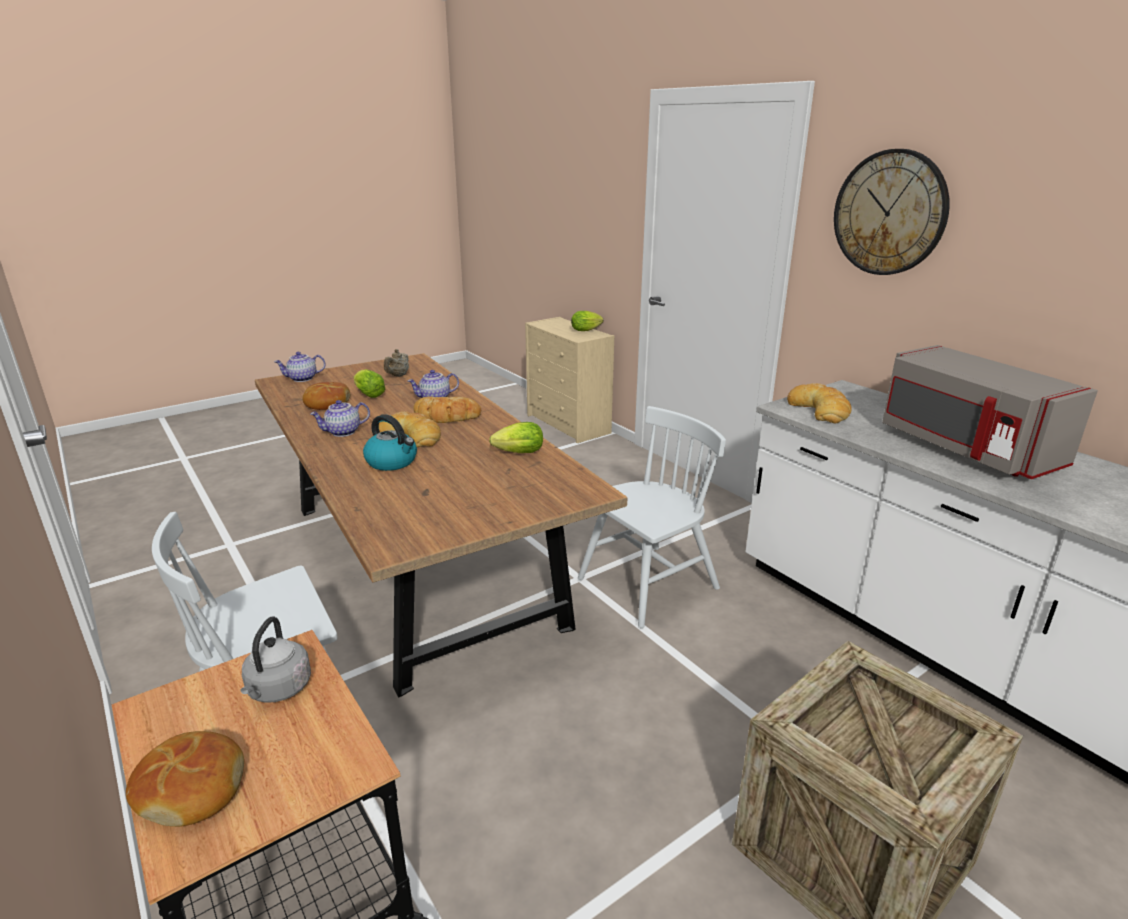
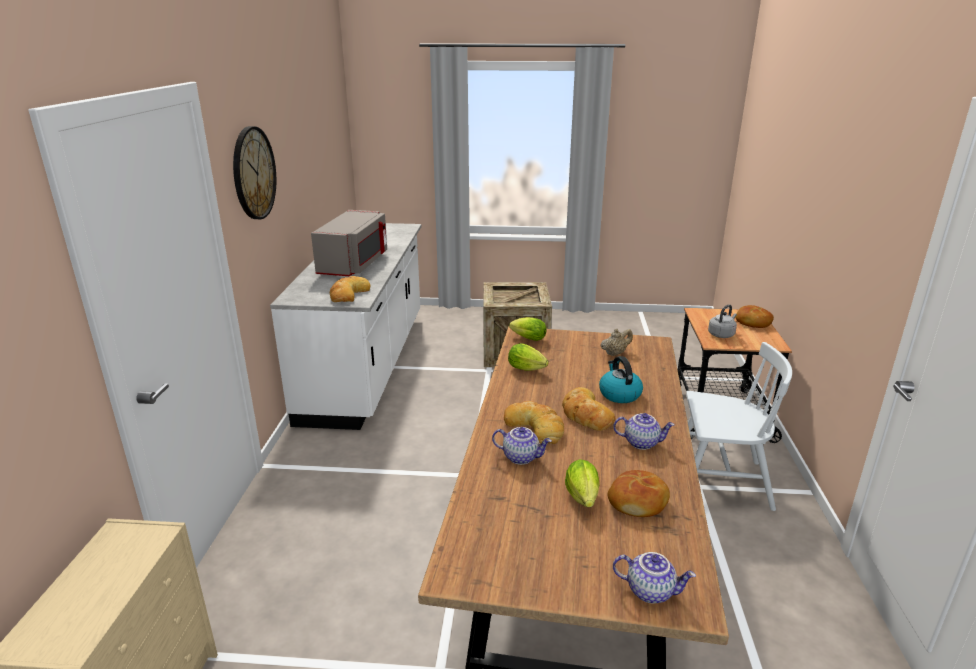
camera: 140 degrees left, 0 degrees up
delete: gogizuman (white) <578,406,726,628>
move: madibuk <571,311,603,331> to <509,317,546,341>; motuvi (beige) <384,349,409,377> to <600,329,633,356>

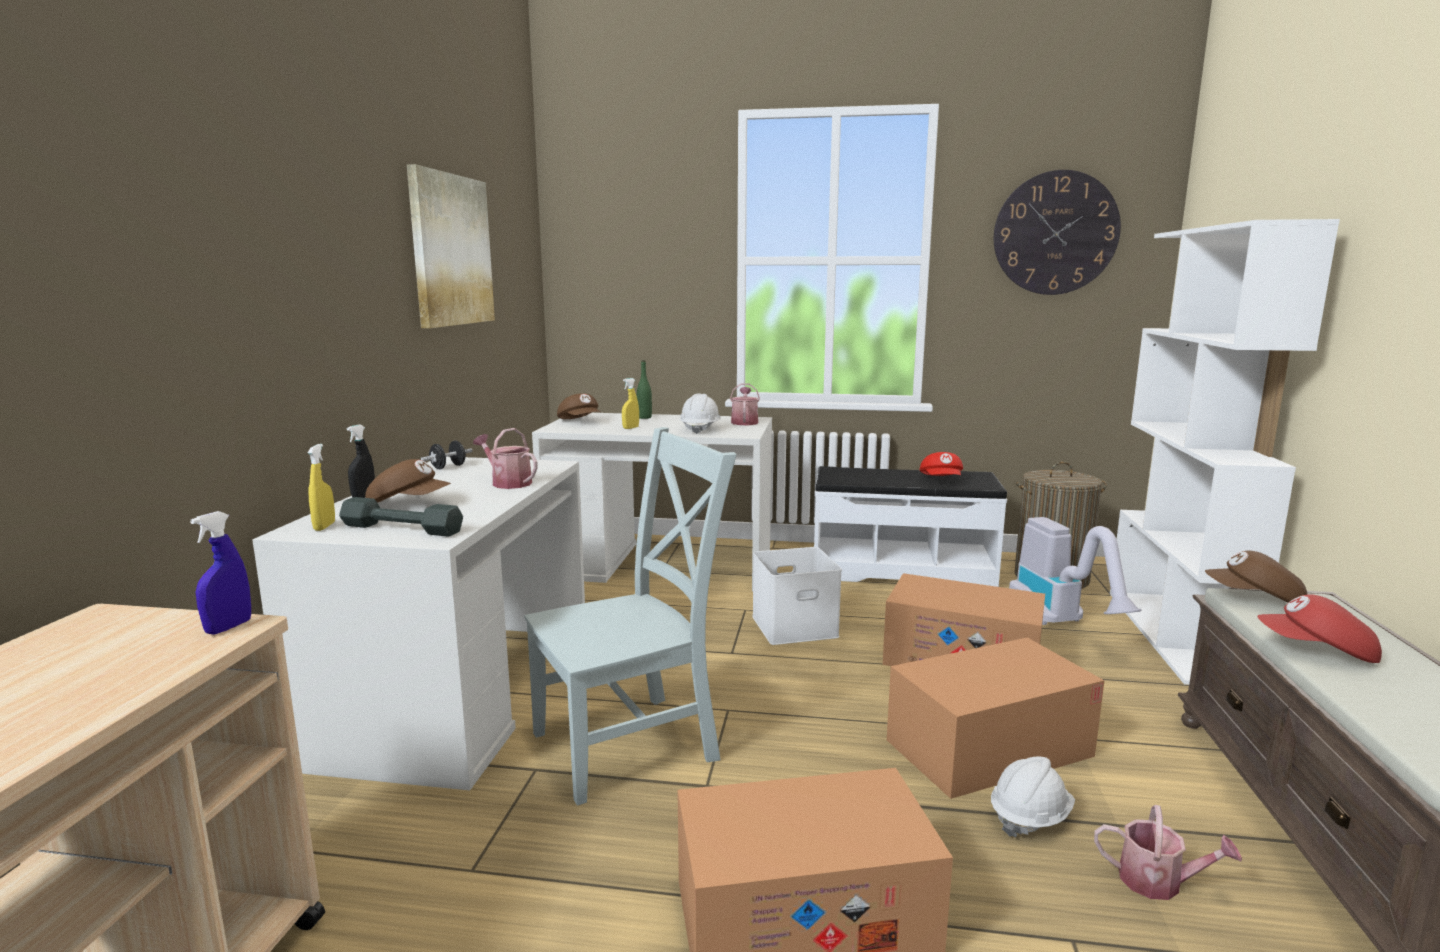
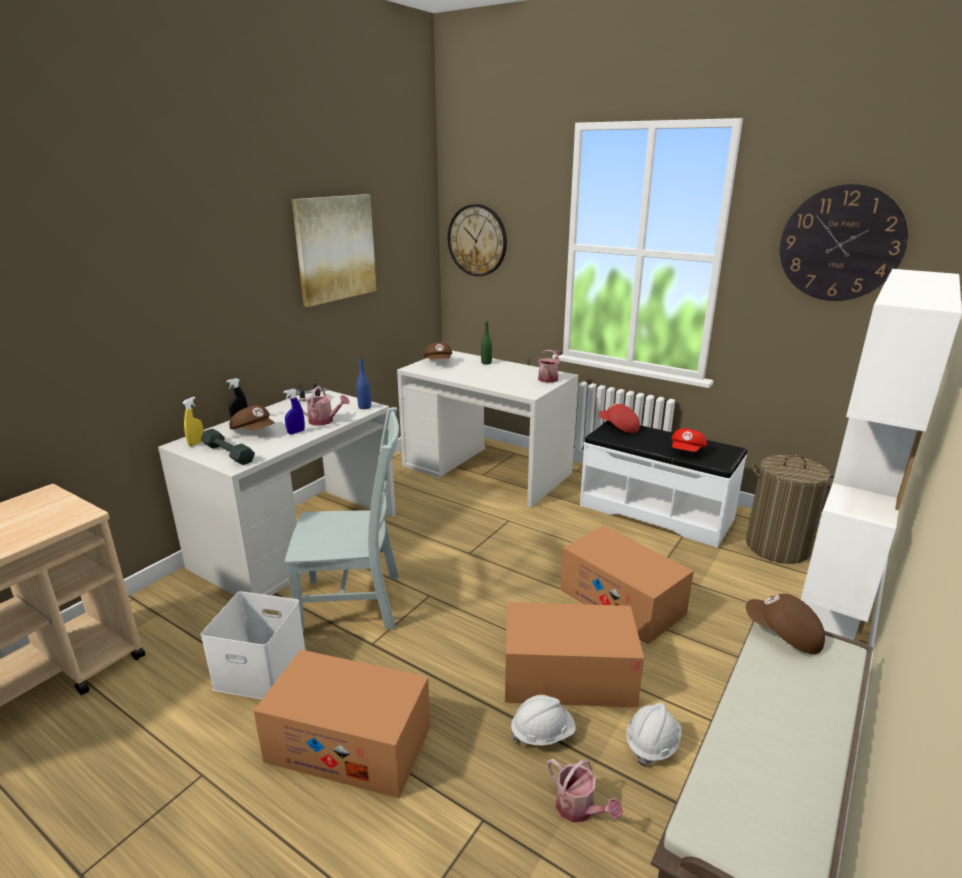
camera: 25 degrees right, 10 degrees up
delete: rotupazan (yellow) <622,378,639,429>; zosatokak <1009,517,1142,625>
insert: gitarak <448,204,507,276>; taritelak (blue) <356,358,371,409>
move: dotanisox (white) <680,393,721,434> to <626,703,681,767>; rotupazan (blue) <190,511,251,635> to <284,389,305,434>; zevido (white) <752,547,842,645> to <201,591,306,699>; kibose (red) <1257,594,1382,663> to <599,404,640,433>
rotate: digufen <473,428,538,489> = <298,386,350,426> 135 degrees clockwise

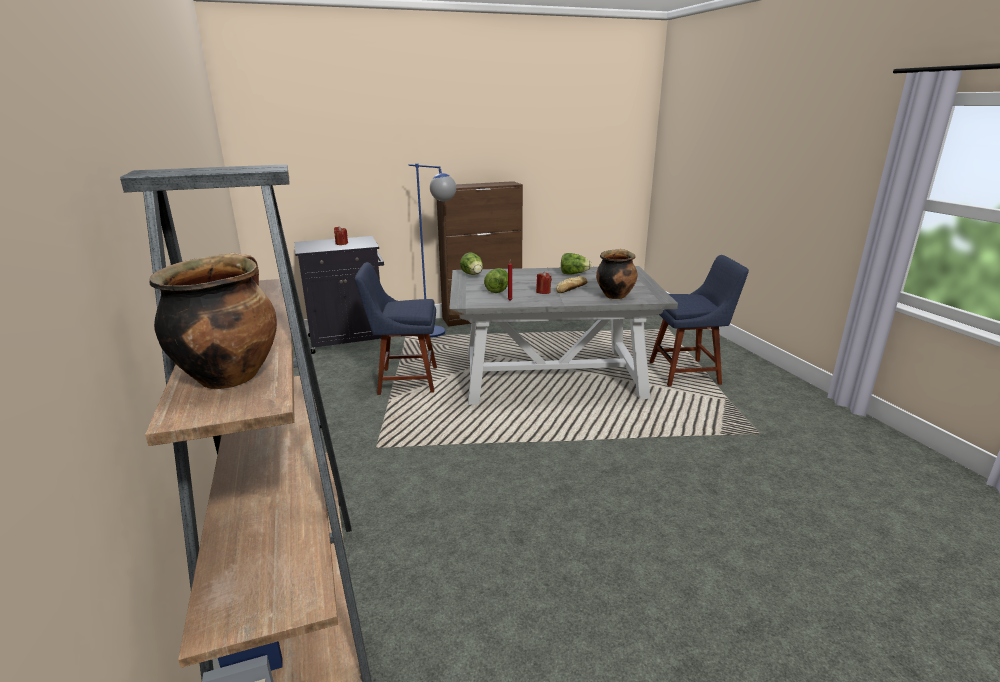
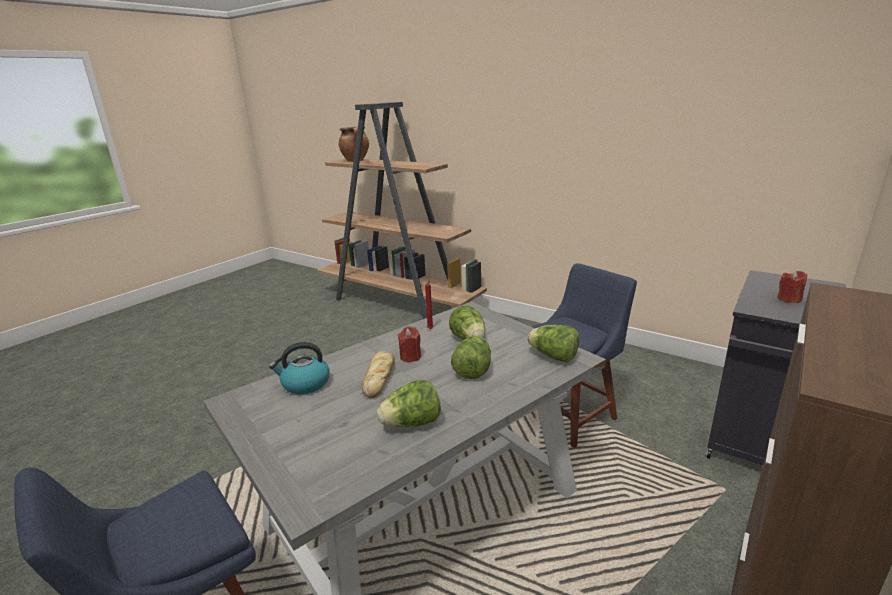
camera: 145 degrees right, 0 degrees up
delete: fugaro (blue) <409,163,456,338>
insert: madibuk <451,336,491,379>
replace: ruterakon <596,249,638,299> to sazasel <269,342,330,394>

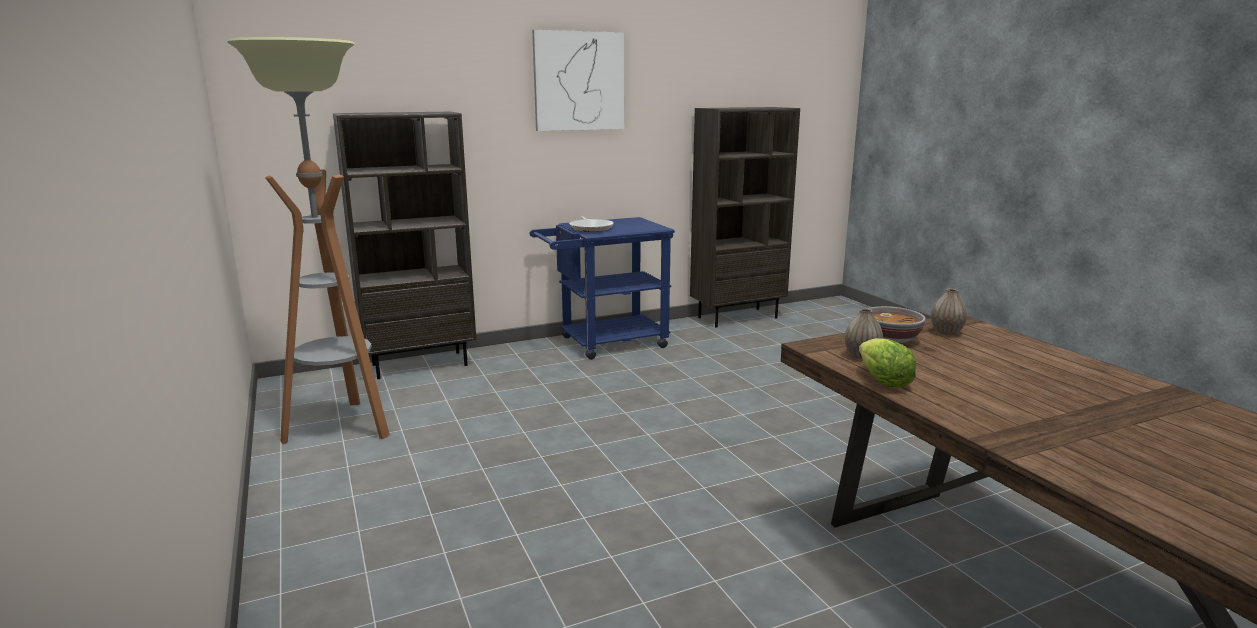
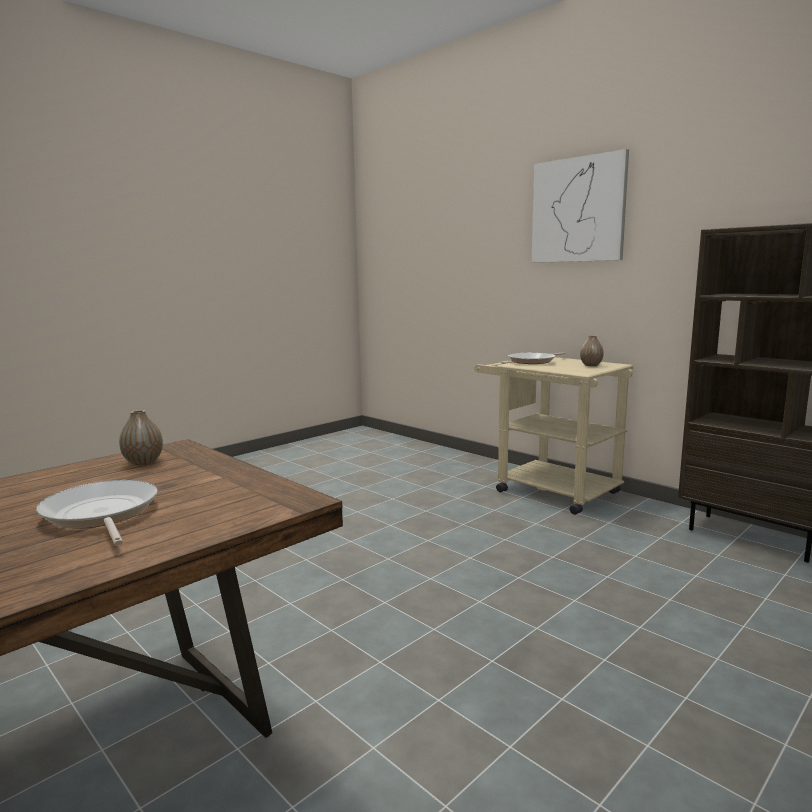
camera: 70 degrees right, 5 degrees down
delete: fugaro <227,37,390,444>; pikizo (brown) <333,112,476,379>; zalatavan <867,306,926,343>; madibuk <859,338,916,388>
insert: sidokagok <36,480,158,546>
move: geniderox <931,289,967,335> to <580,336,604,366>
recolor: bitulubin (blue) <530,217,675,360> to bitulubin (beige) <474,357,633,515>

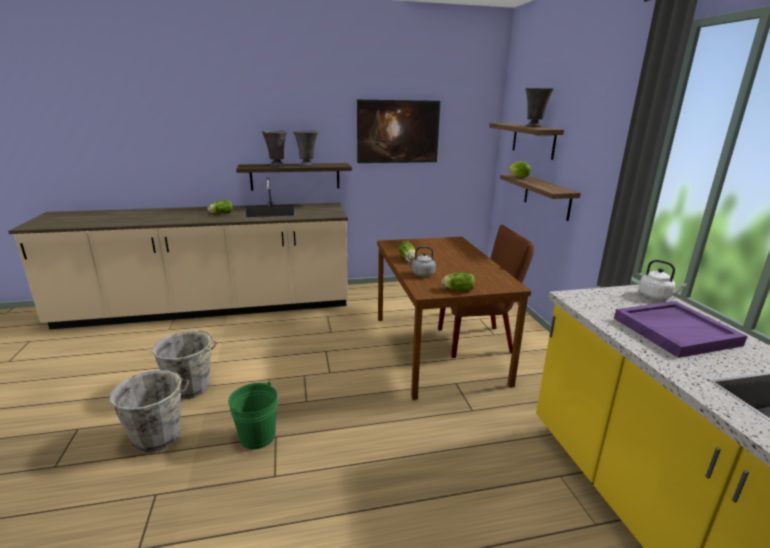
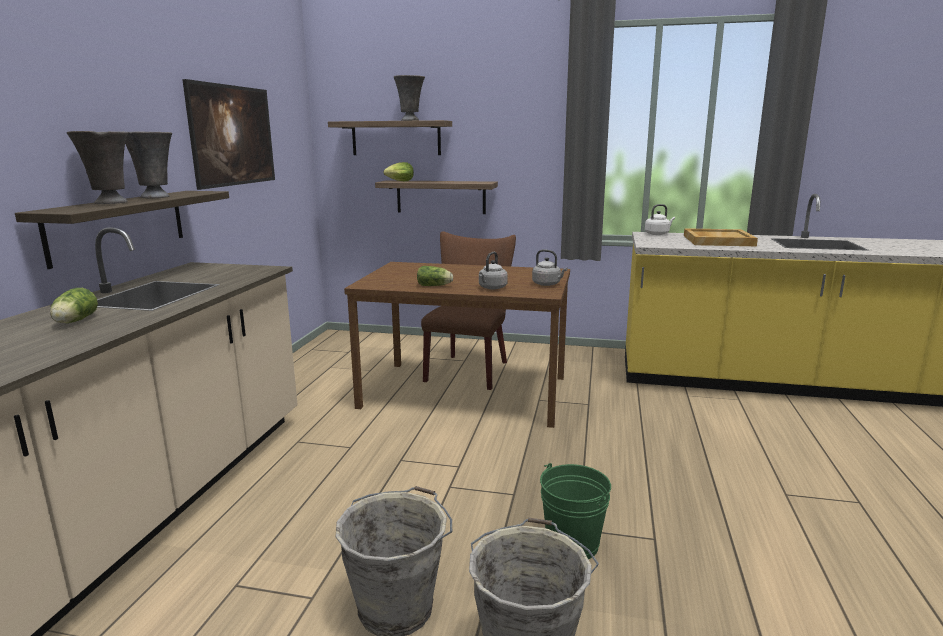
camera: 65 degrees left, 5 degrees down
replace: madibuk <442,273,475,291> to sazasel (grey) <532,249,567,286>
recolor: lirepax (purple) <614,301,747,358> to lirepax (beige) <684,228,758,246>

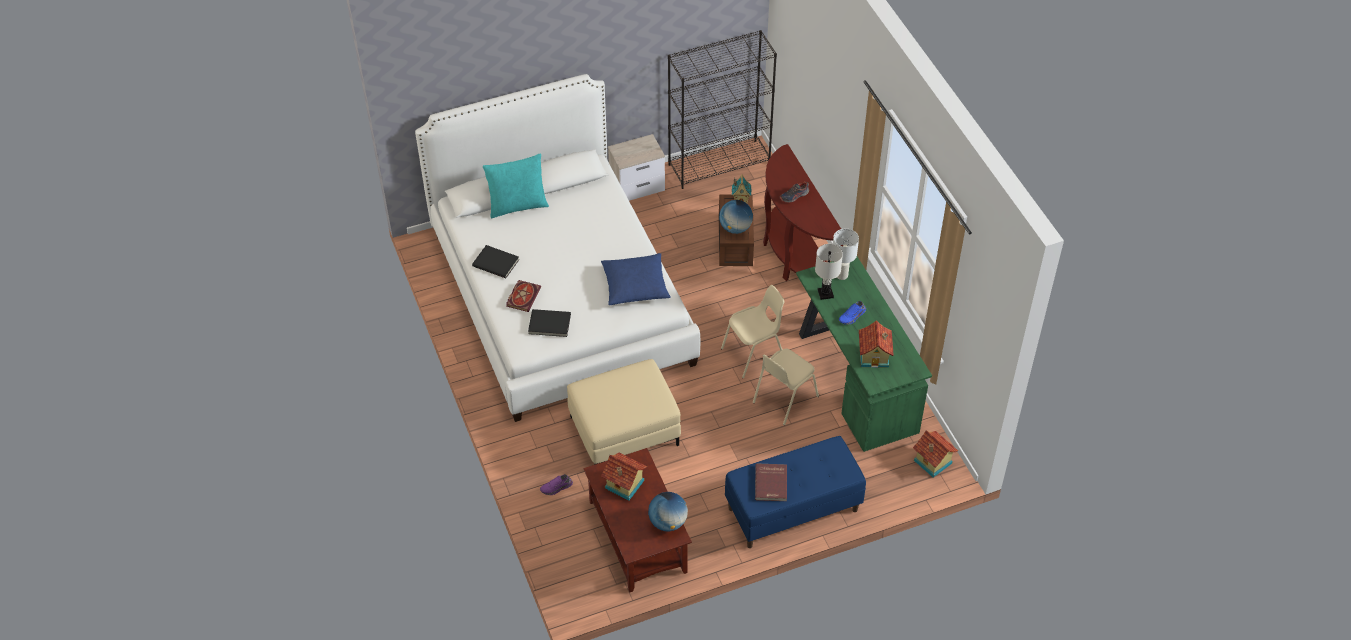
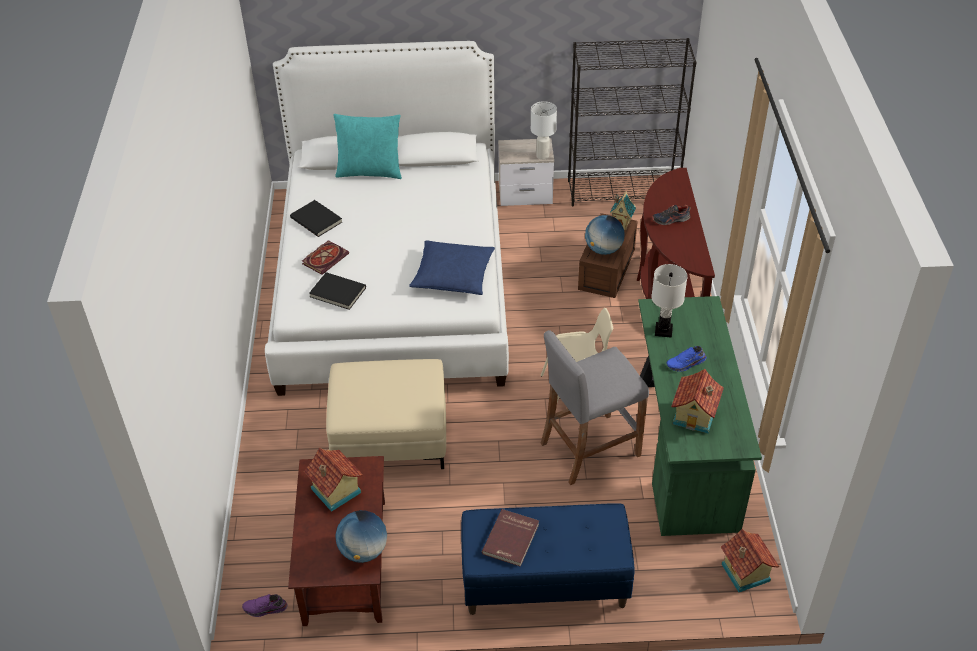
camera: 20 degrees right, 5 degrees down
move: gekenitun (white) <833,228,859,280> to <531,101,557,160>; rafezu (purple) <540,474,573,495> to <242,594,287,617>
replace: gogizuman (beige) <753,349,819,425> to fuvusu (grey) <541,330,649,485>

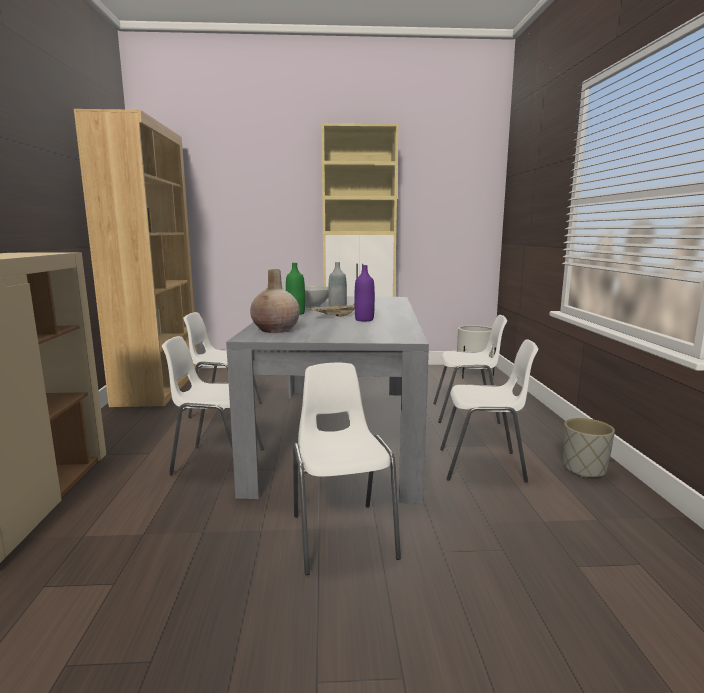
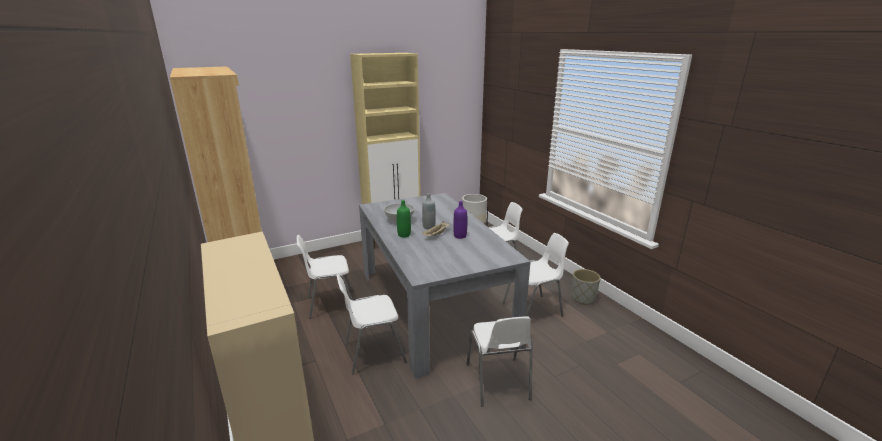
camera: 25 degrees left, 10 degrees up
delete: geniderox (beige) <250,269,300,333>
rotate: gogizuman (white) <293,363,401,575> = <466,316,533,406> 150 degrees counterclockwise

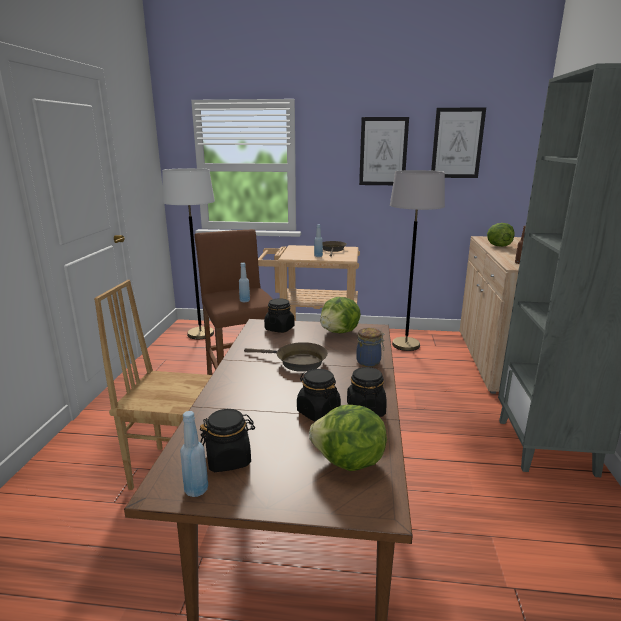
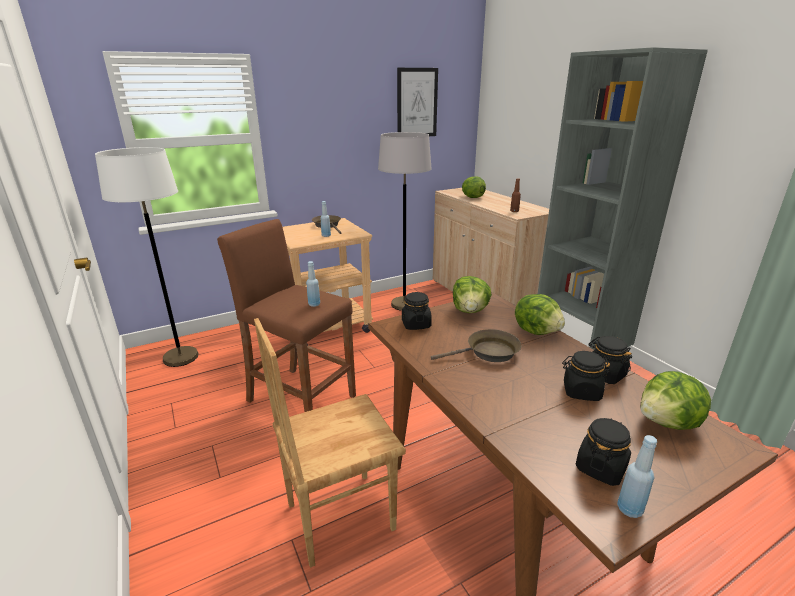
camera: 35 degrees left, 5 degrees up
delete: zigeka <359,117,409,185>
replace: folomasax <356,328,385,367> to madibuk <515,294,565,335>

